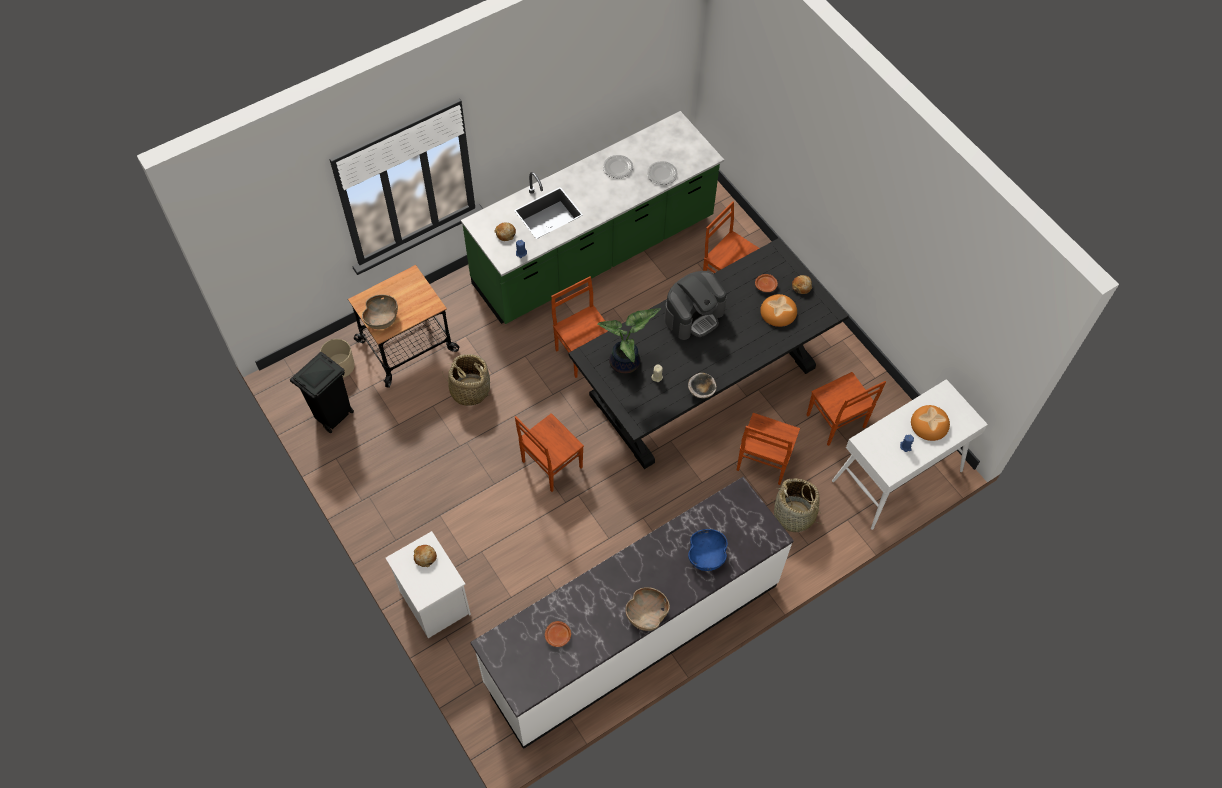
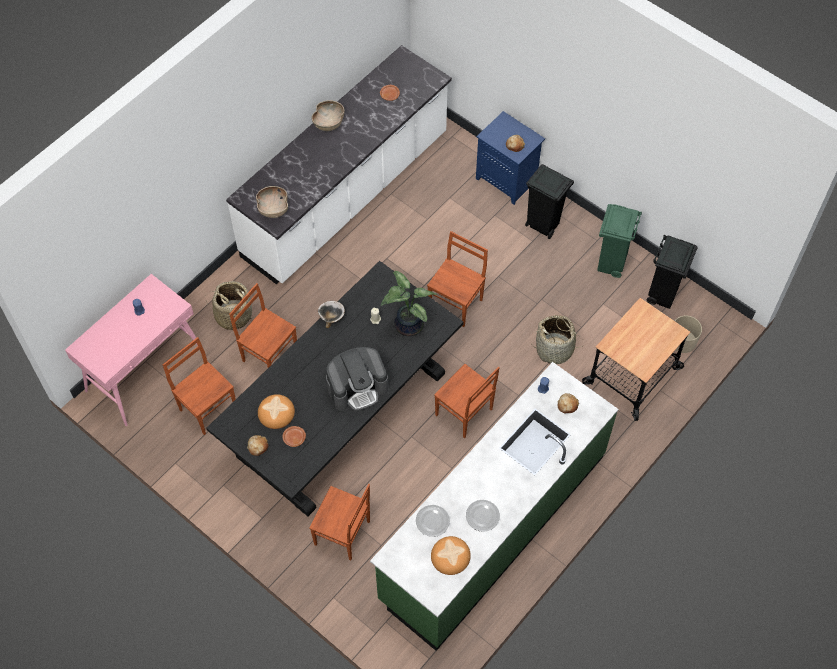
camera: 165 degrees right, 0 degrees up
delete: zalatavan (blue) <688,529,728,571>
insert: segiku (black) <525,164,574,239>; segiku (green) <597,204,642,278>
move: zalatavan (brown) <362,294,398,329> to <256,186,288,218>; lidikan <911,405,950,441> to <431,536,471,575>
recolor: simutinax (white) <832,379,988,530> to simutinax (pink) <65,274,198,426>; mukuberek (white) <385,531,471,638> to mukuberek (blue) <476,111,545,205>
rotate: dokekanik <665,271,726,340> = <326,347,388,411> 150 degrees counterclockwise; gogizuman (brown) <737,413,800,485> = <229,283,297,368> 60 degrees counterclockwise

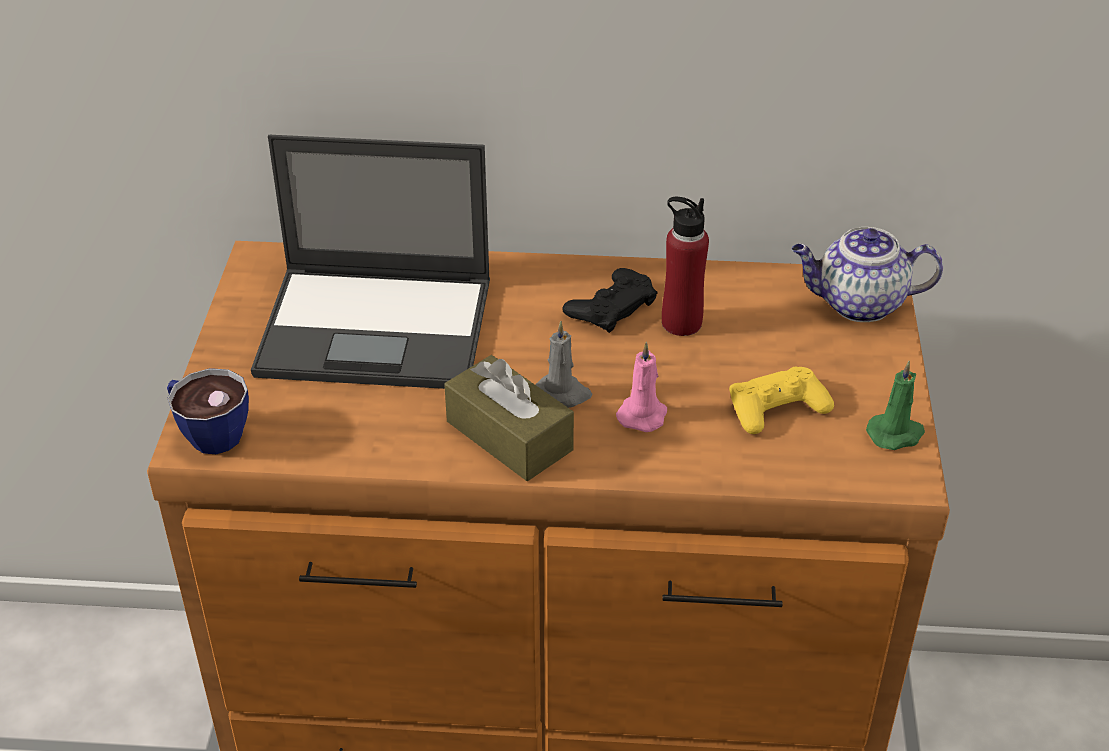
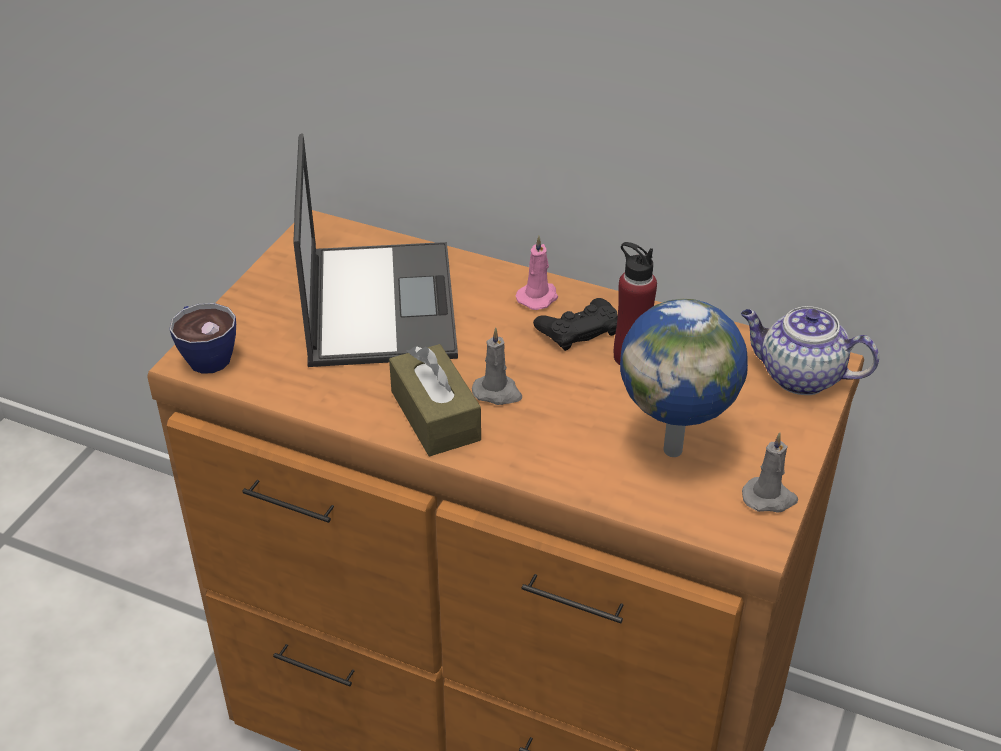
camera: 20 degrees right, 0 degrees up
move: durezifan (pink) <616,341,667,432> to <516,236,558,310>
replace: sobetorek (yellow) <729,366,834,434> to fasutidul <620,299,748,457>
recolor: durezifan (green) <866,361,925,450> to durezifan (grey) <742,433,798,512>
rotate: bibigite <251,135,490,389> = <293,133,458,367> 120 degrees counterclockwise

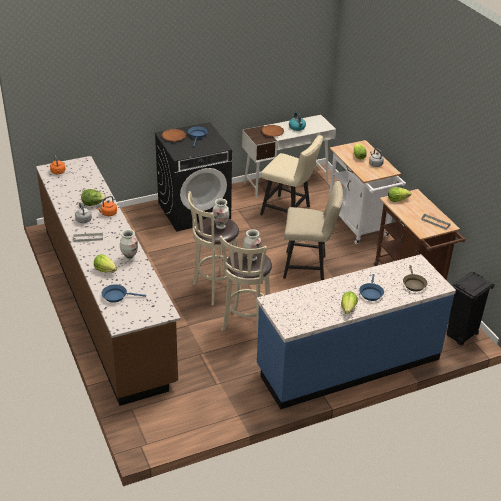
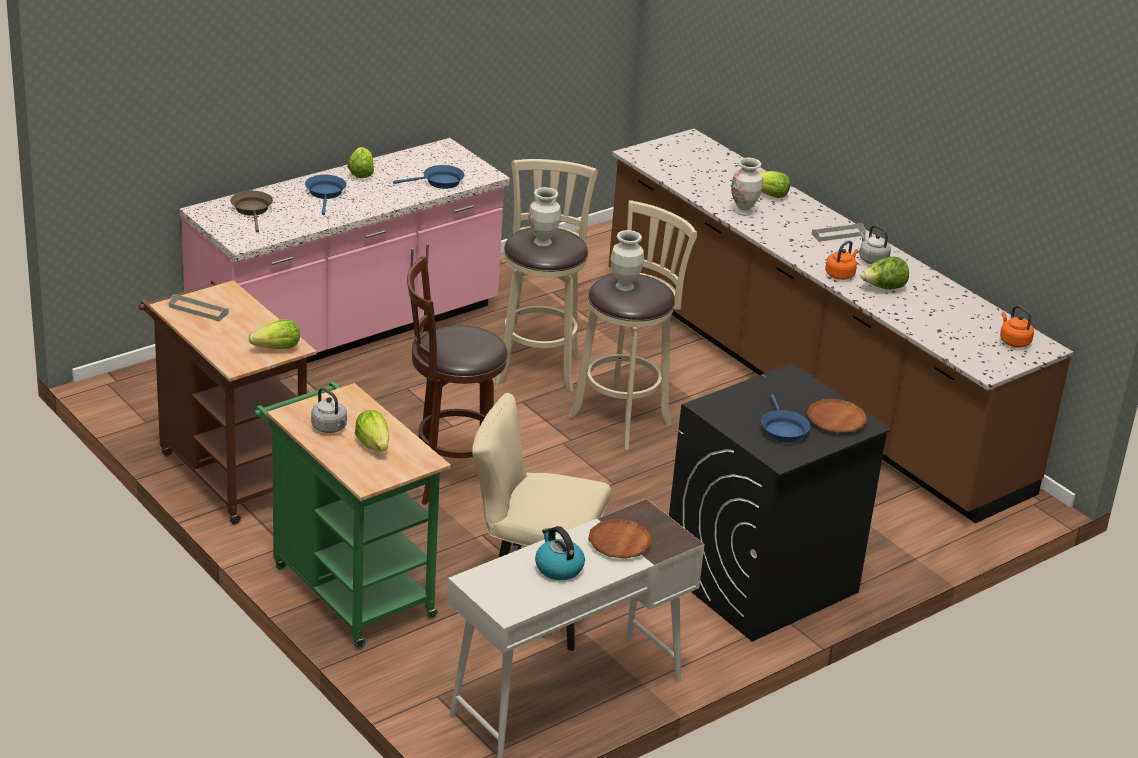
camera: 165 degrees right, 5 degrees down
delete: segiku (black) <447,272,495,345>
move: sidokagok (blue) <102,284,146,303> to <393,165,464,189>
replace: gogizuman (beige) <283,181,343,280> to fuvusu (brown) <407,256,508,505>
recolor: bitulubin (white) <329,140,406,244> to bitulubin (green) <254,381,451,649>; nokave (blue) <257,254,456,409> to nokave (pink) <180,138,510,363>

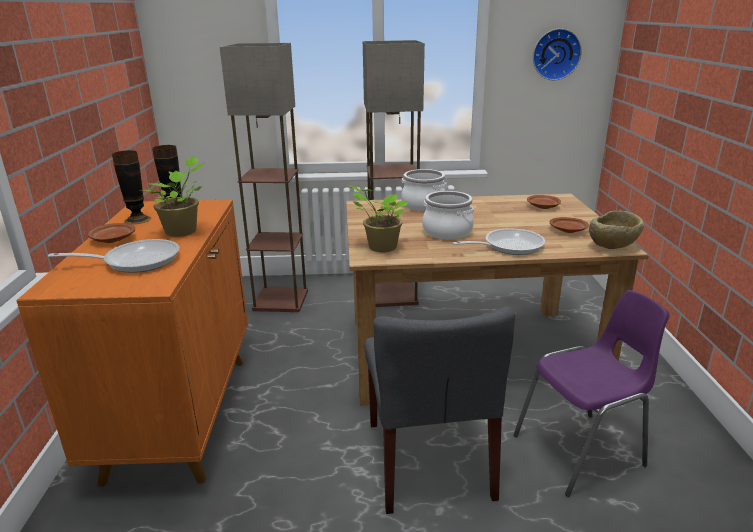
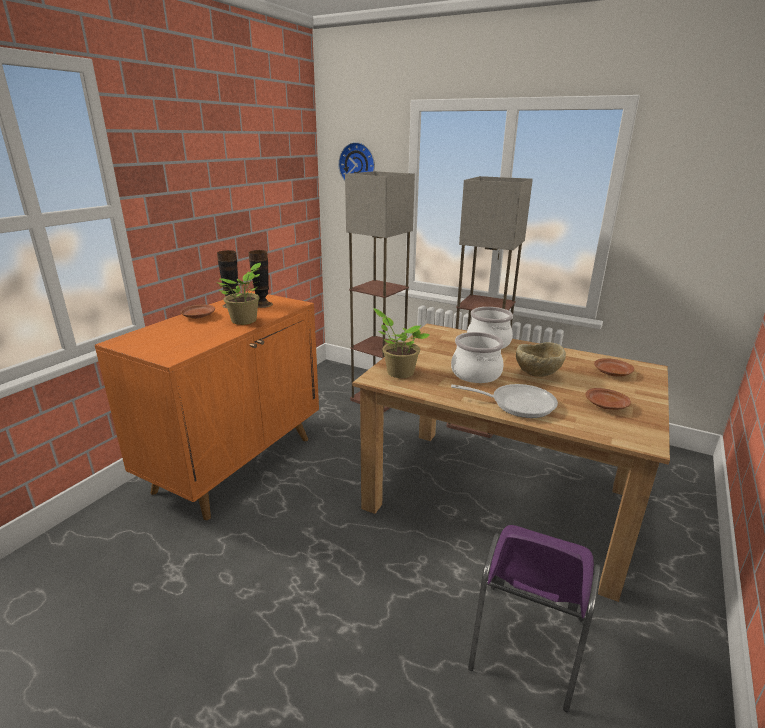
camera: 30 degrees right, 0 degrees up
delete: sidokagok <48,239,179,273>; gogizuman (grey) <364,306,515,514>
move: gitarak <533,28,582,80> to <338,142,375,181>; zalatavan (beige) <589,211,644,249> to <516,342,566,377>
rotate: gogizuman (purple) <513,290,670,497> = <468,525,600,712> 105 degrees clockwise

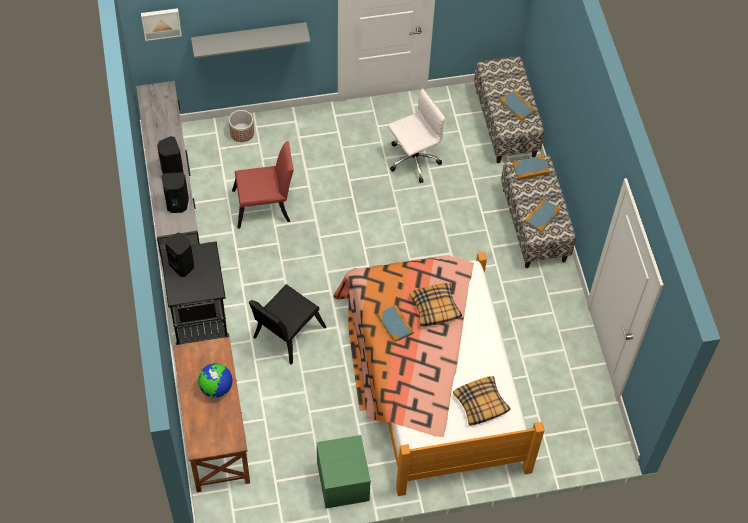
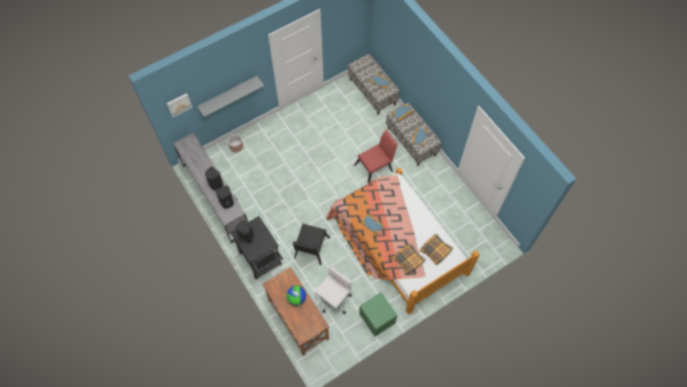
camera: 20 degrees left, 5 degrees up
move: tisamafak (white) <388,89,445,183> to <315,265,352,314>; gogizuman (red) <232,141,294,229> to <354,129,398,183>; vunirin <409,283,462,326> to <392,243,426,275>

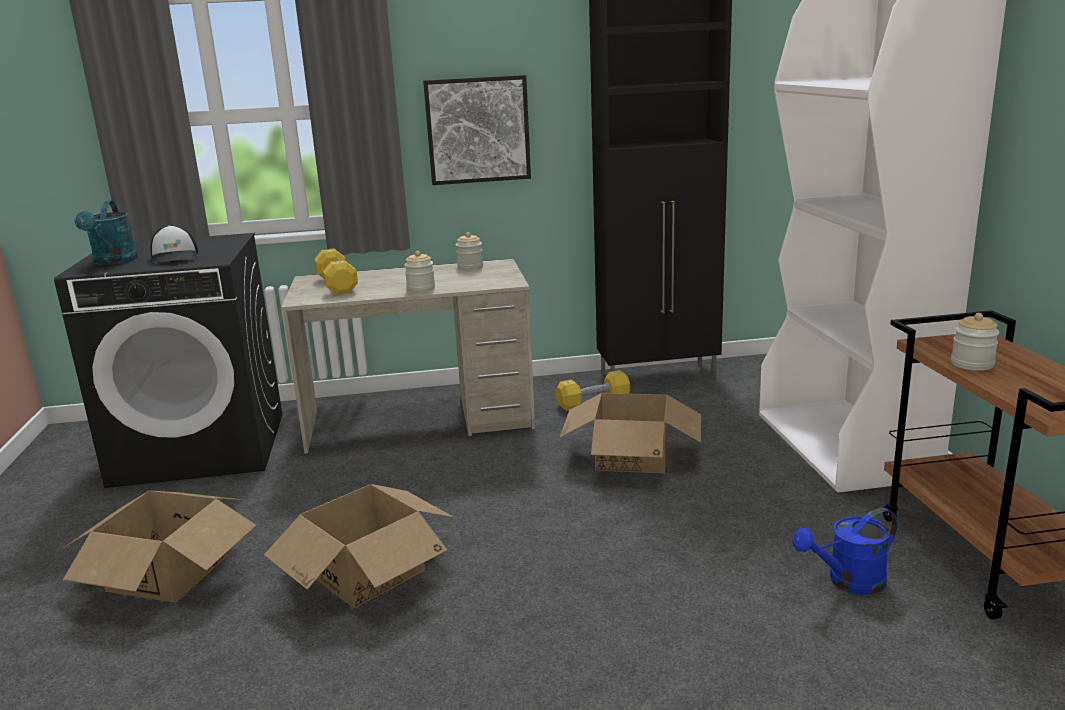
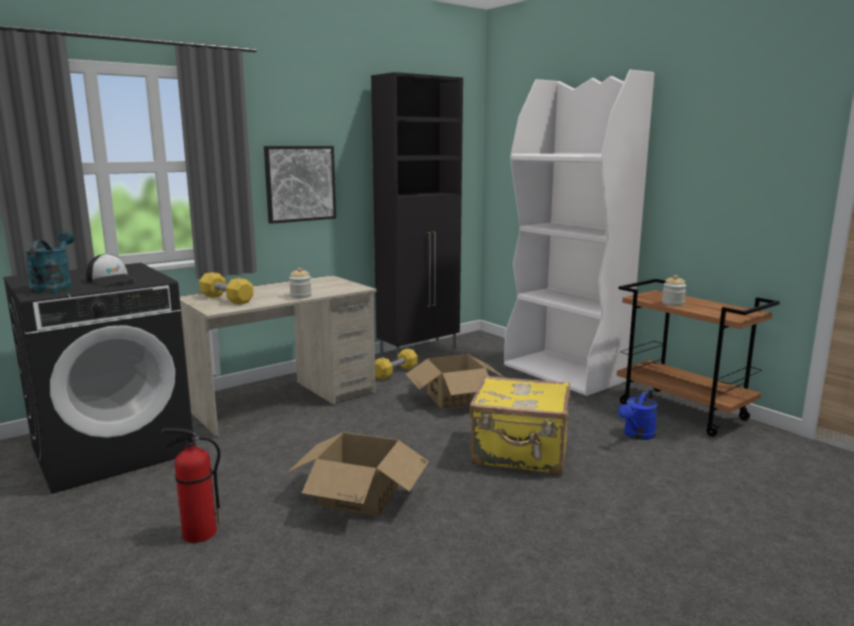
camera: 30 degrees left, 5 degrees down
delete: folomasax <456,232,483,270>
insert: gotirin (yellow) <469,375,570,474>
replace: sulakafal <62,491,256,603> to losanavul <161,428,222,543>
rotate: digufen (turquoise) <74,201,138,265> = <25,231,75,294> 150 degrees counterclockwise

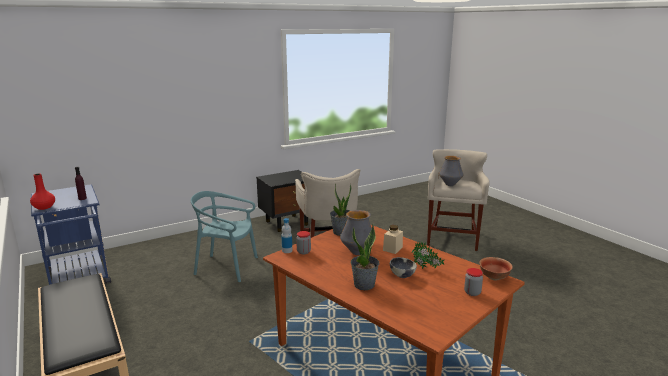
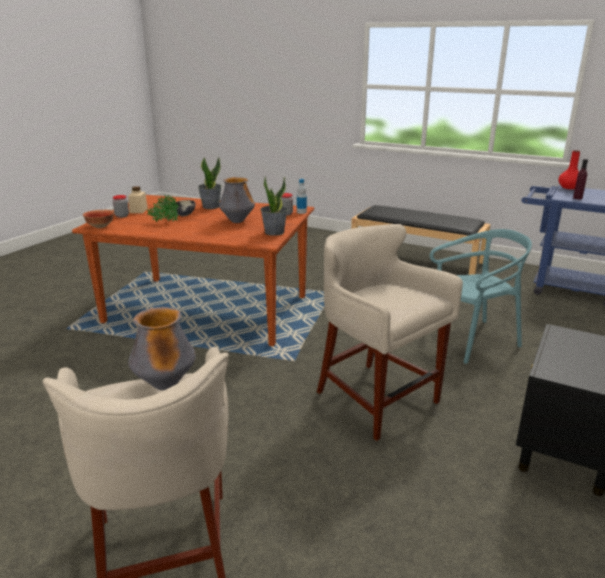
camera: 150 degrees right, 5 degrees up
move: folomasax (beige) <383,225,403,254> to <128,186,148,213>

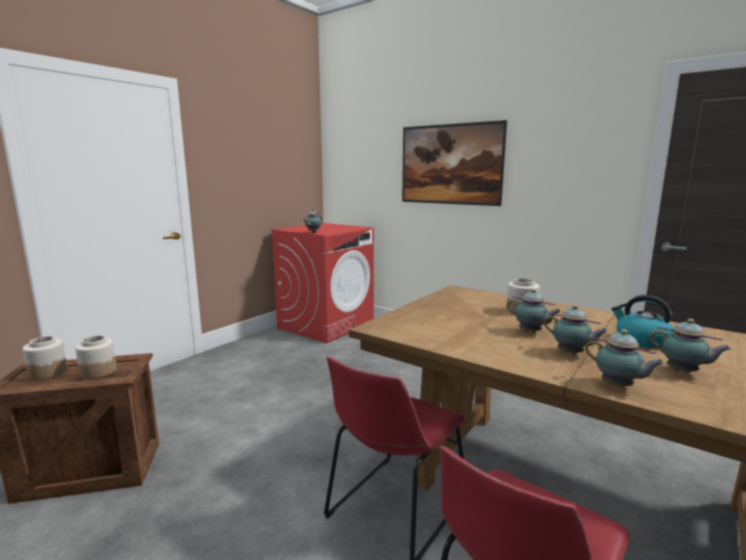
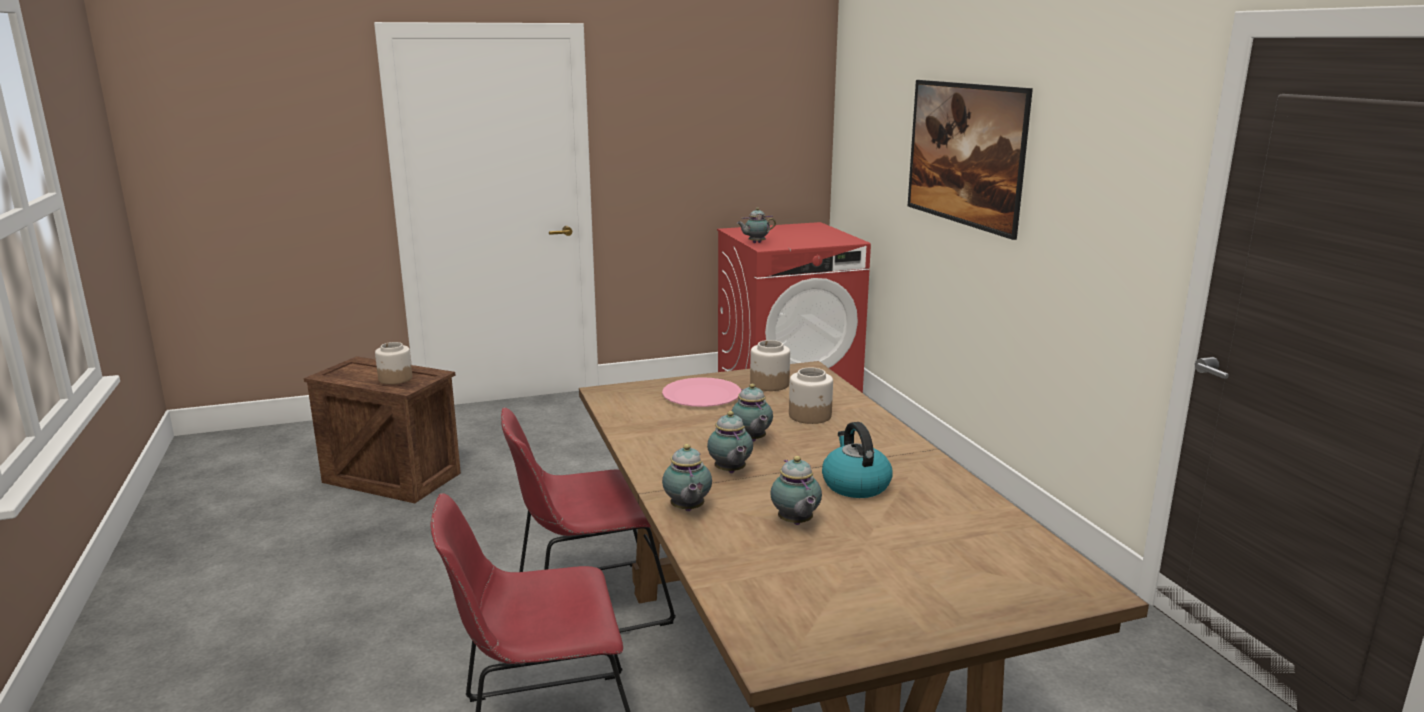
camera: 35 degrees right, 5 degrees up
insert: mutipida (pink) <662,377,741,407>
move: folomasax <23,336,67,380> to <750,340,790,391>

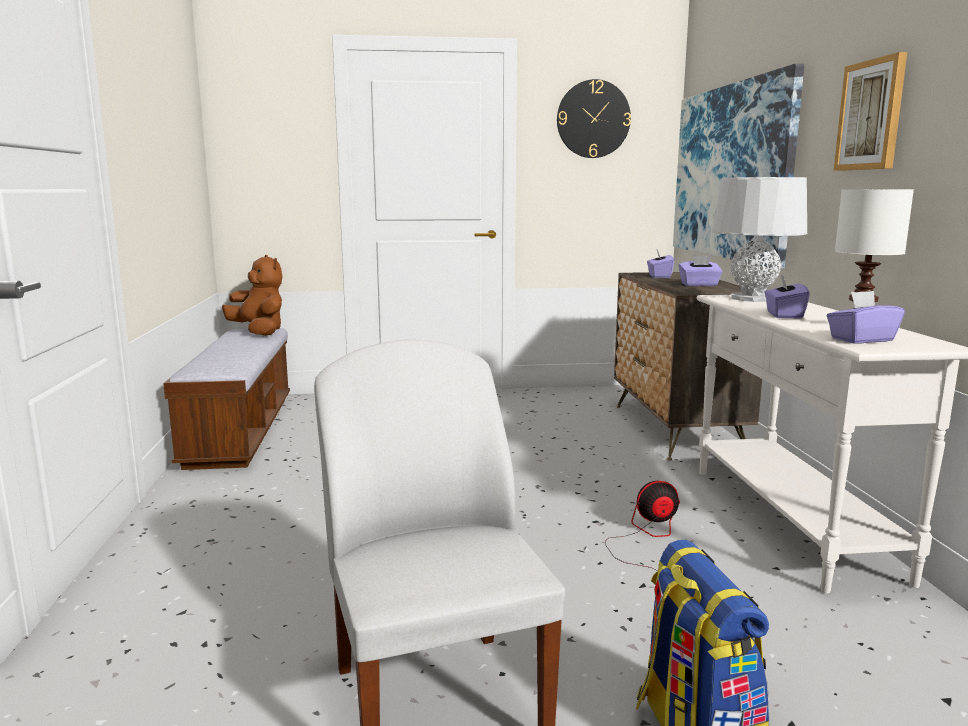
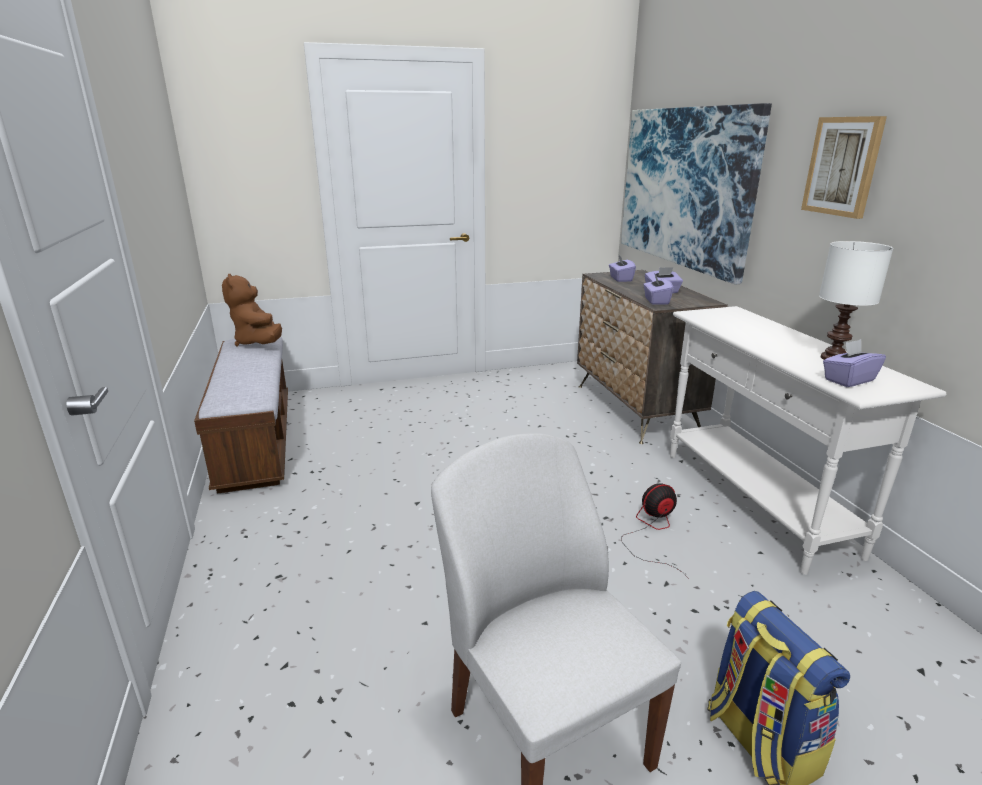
camera: 10 degrees left, 10 degrees up
delete: gitarak <557,79,631,158>; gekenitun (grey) <712,177,808,302>
move: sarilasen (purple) <764,275,810,319> to <643,273,674,304>
rotate: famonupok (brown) <222,255,282,336> = <222,274,282,347> 150 degrees counterclockwise

